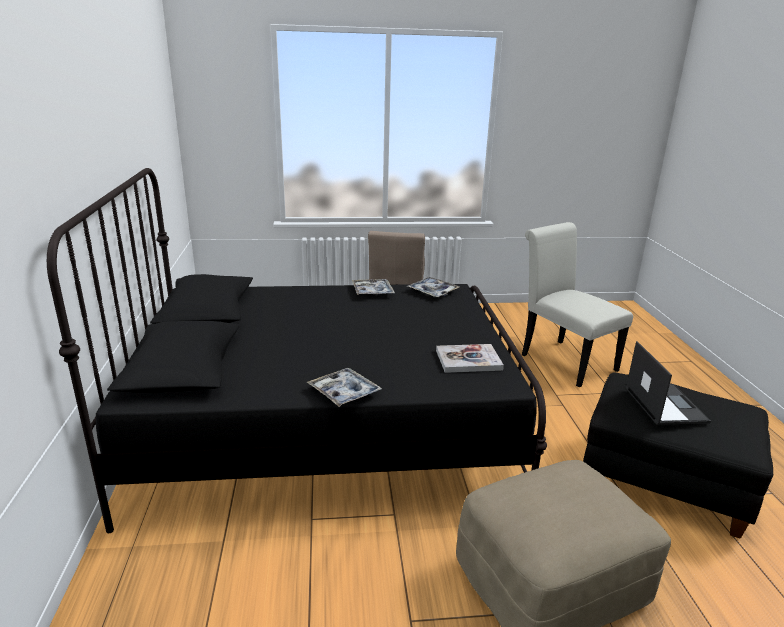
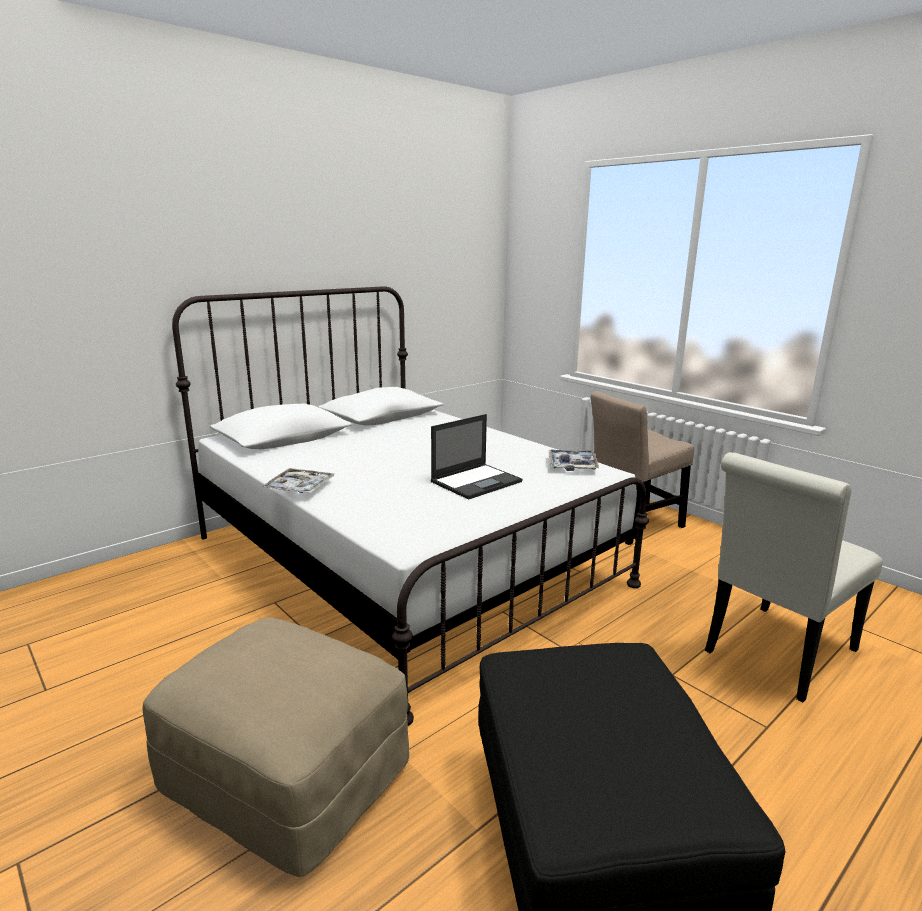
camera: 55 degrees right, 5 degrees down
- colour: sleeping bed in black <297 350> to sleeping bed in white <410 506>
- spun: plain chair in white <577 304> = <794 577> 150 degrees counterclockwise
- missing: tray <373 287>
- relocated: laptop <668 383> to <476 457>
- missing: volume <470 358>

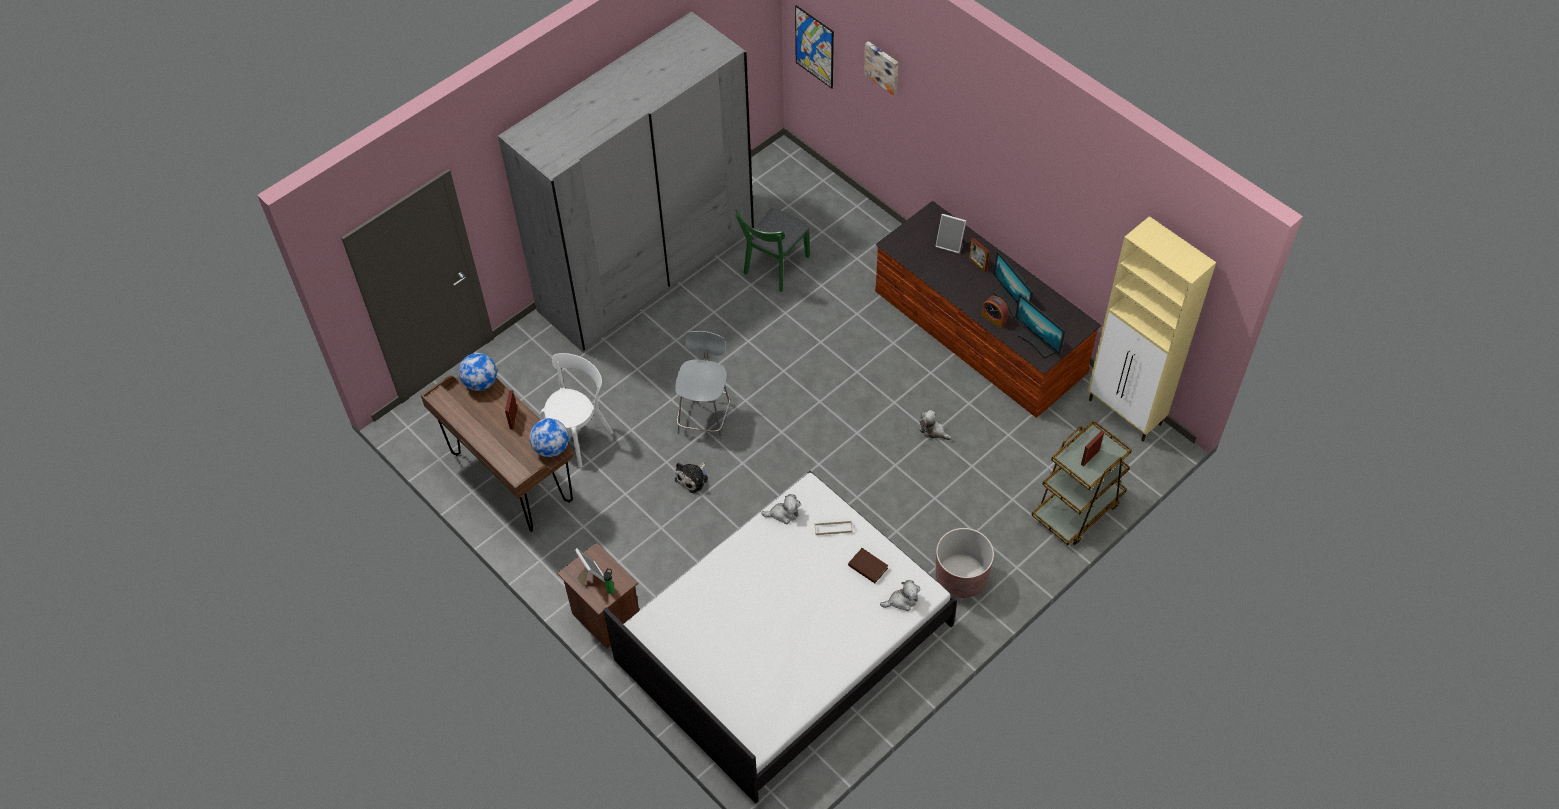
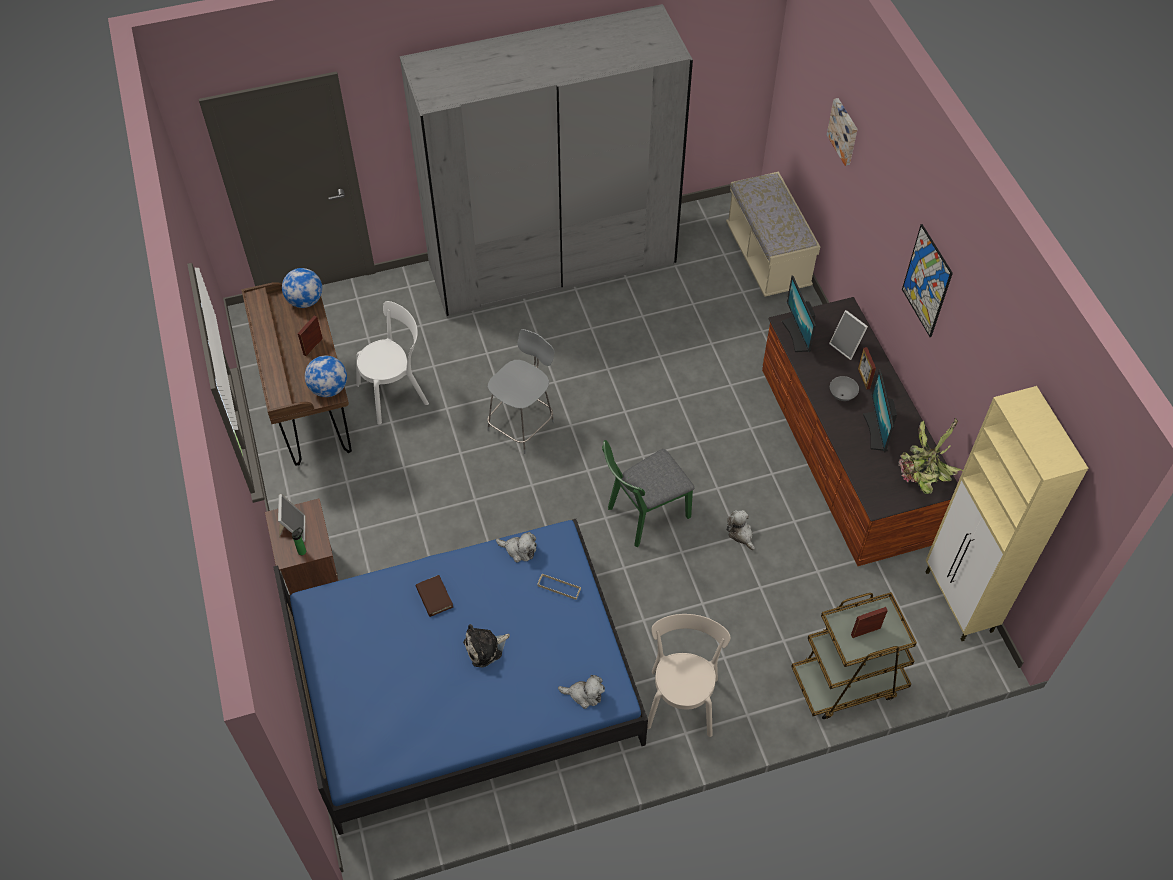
camera: 25 degrees right, 0 degrees up
- relocated: wall art <814 47> to <927 280>
- relocated: plain chair in green-coloured <772 250> to <648 493>
- relocated: computer screen <1040 326> to <799 313>
- missing: table clock <995 312>
- relocated: soft toy <691 477> to <486 645>
- colour: sleeping bed in white <780 637> to sleeping bed in blue-coloured <460 677>
- exchanged: plant pot in brown-coloured <965 563> to plain chair in sand-coloured <688 675>
- relocated: volume in brown-coloured <868 565> to <434 596>
- appeared: long seat in sand-coloured <773 234>
- appeared: deep dish in grey <844 388>
- appeared: houseplant <930 456>

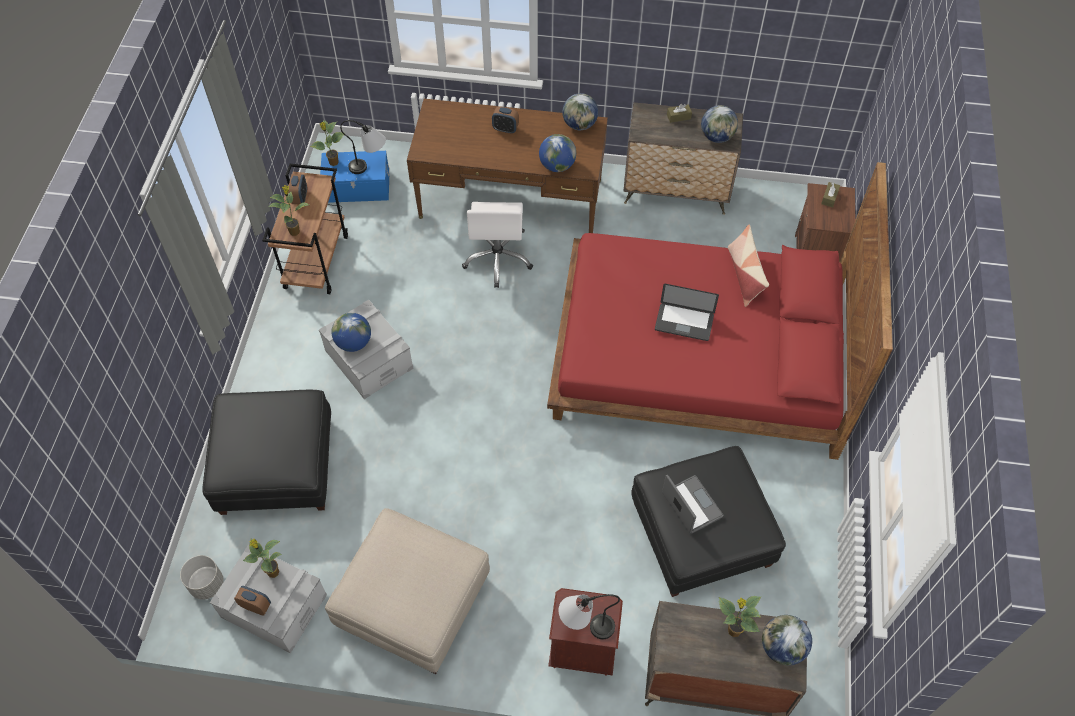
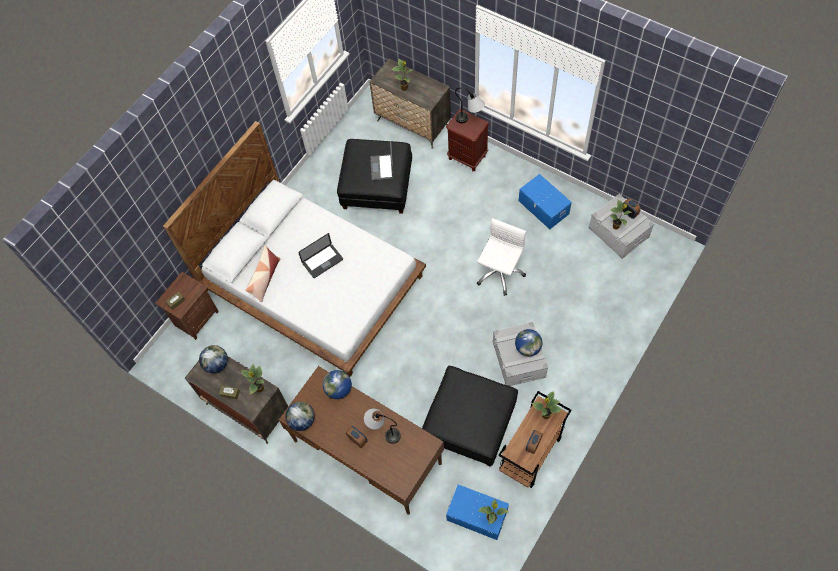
camera: 150 degrees left, 5 degrees up
- relocated: tabletop lamp <363 147> to <382 426>
- colour: sleeping bed in reddish <720 311> to sleeping bed in white <294 249>
- relocated: desk chair in white <497 245> to <501 257>
- spun: laptop <687 312> = <320 255> 105 degrees clockwise
- relocated: ottoman in black <266 452> to <470 416>
- exchanged: ottoman in sand-coloured <407 591> to storage container in blue-coloured <545 201>
- missing: plant pot in grey <202 577>
- missing: desk globe <787 640>
- appeared: houseplant <252 379>

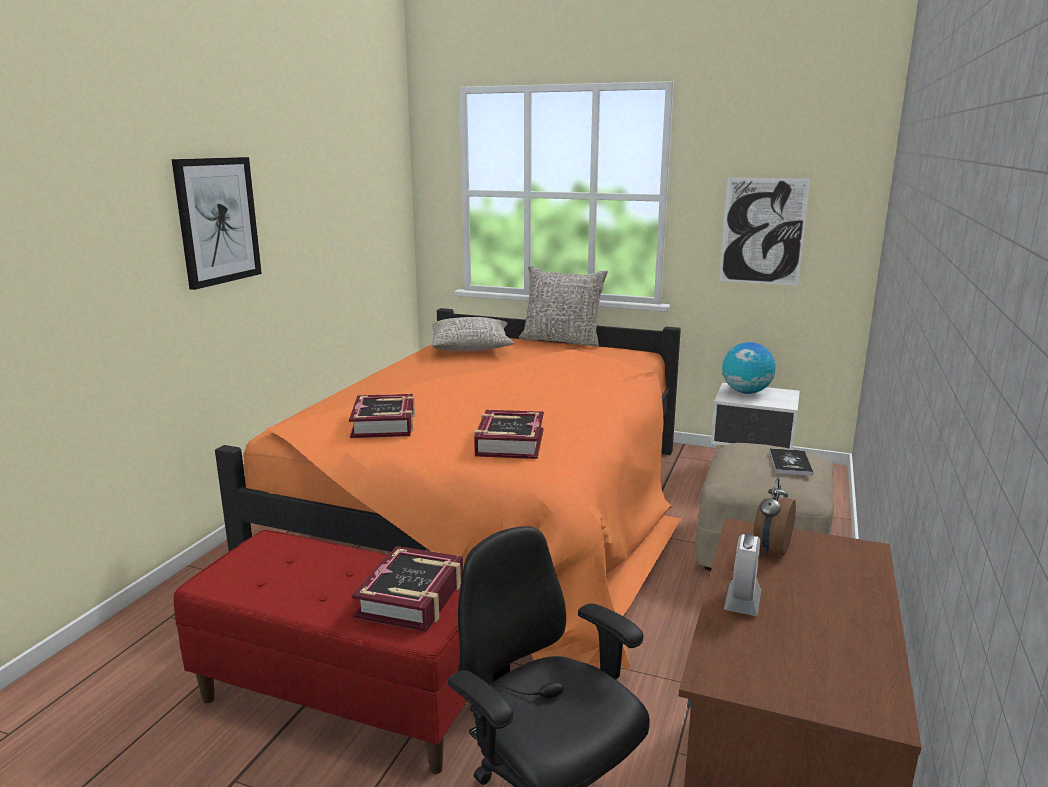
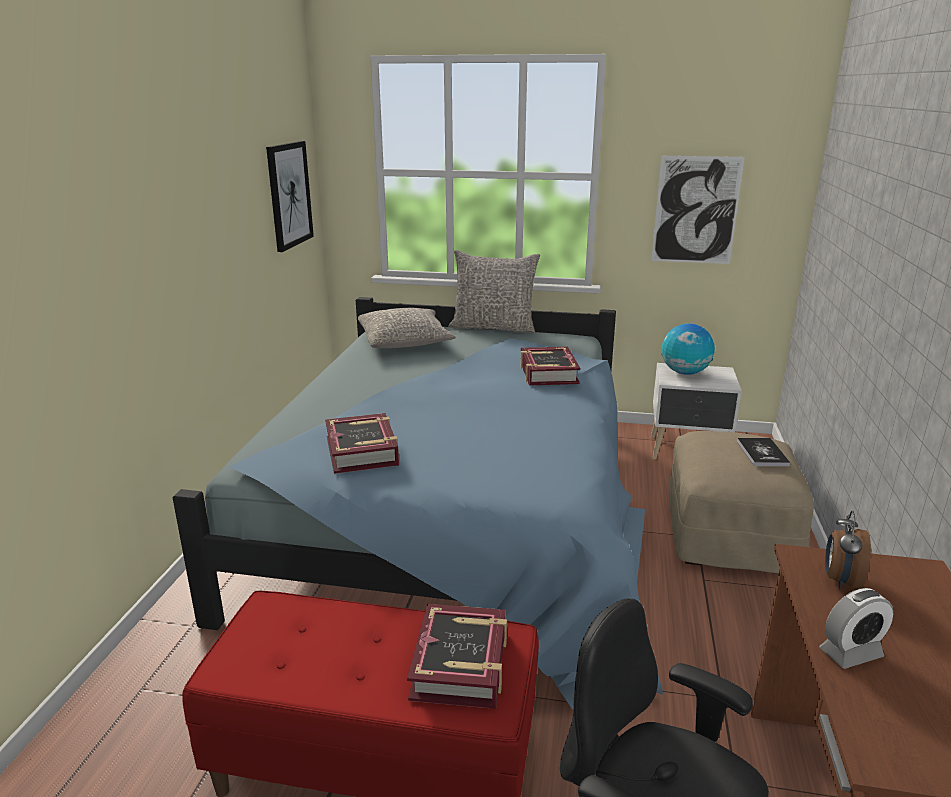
camera: 10 degrees left, 5 degrees up
- relocated: wall art <217 223> to <290 196>
- colour: sleeping bed in orange-coloured <448 490> to sleeping bed in blue-coloured <417 503>
- relocated: volume <509 434> to <550 366>
- spun: table clock <742 575> = <856 628> 120 degrees counterclockwise

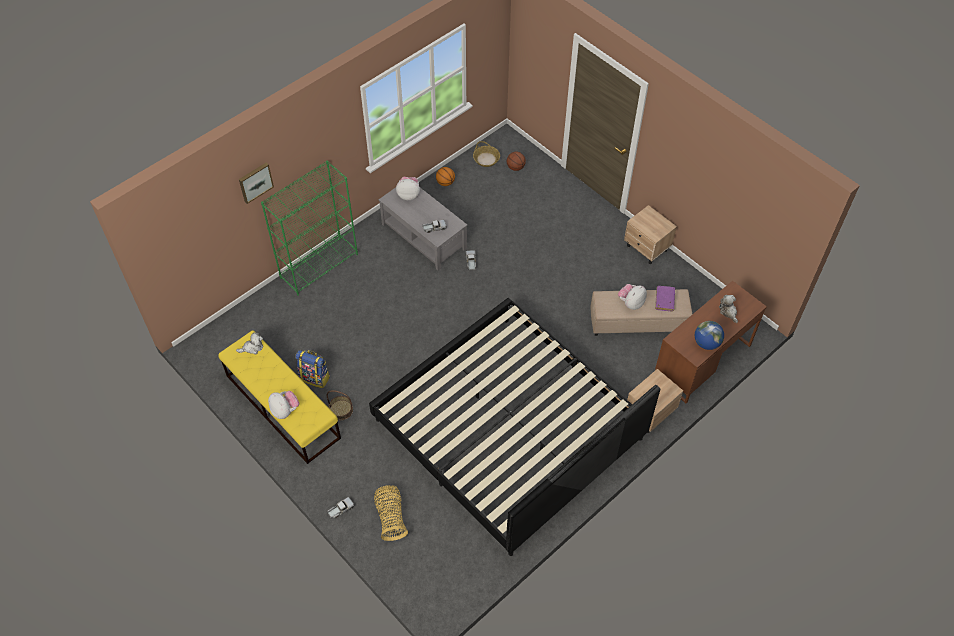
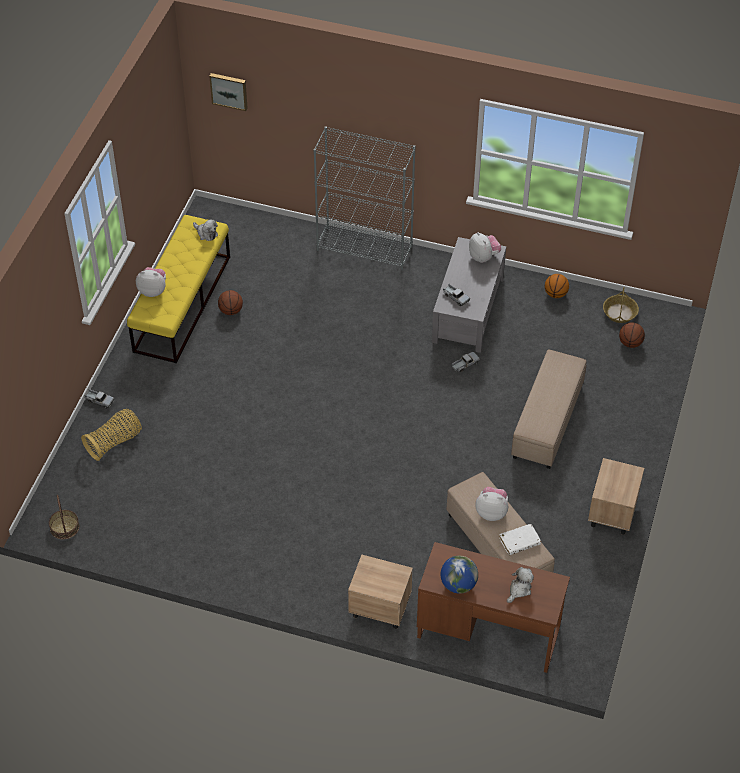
camera: 60 degrees right, 5 degrees down
- colour: bookshelf in green-coloured <309 228> to bookshelf in grey <364 198>
- relocated: wall art <256 183> to <228 92>
- colour: volume in purple <665 298> to volume in white <520 539>
- missing: sleeping bed <514 427>
- exchanged: rucksack <312 369> to ball for basketball <230 302>
- relocated: household basket <340 405> to <64 517>
- spun: soft toy <283 405> = <151 282> 105 degrees counterclockwise
- appeared: ottoman in sand-coloured <549 409>

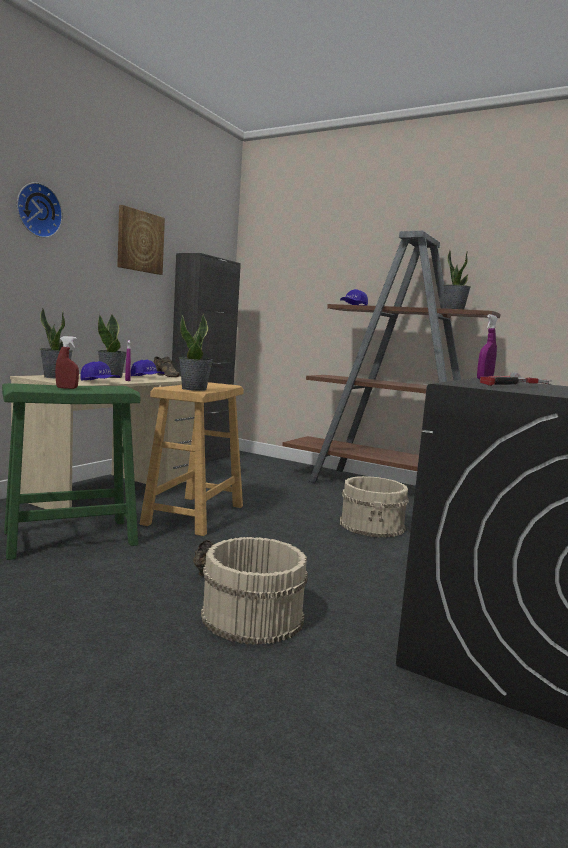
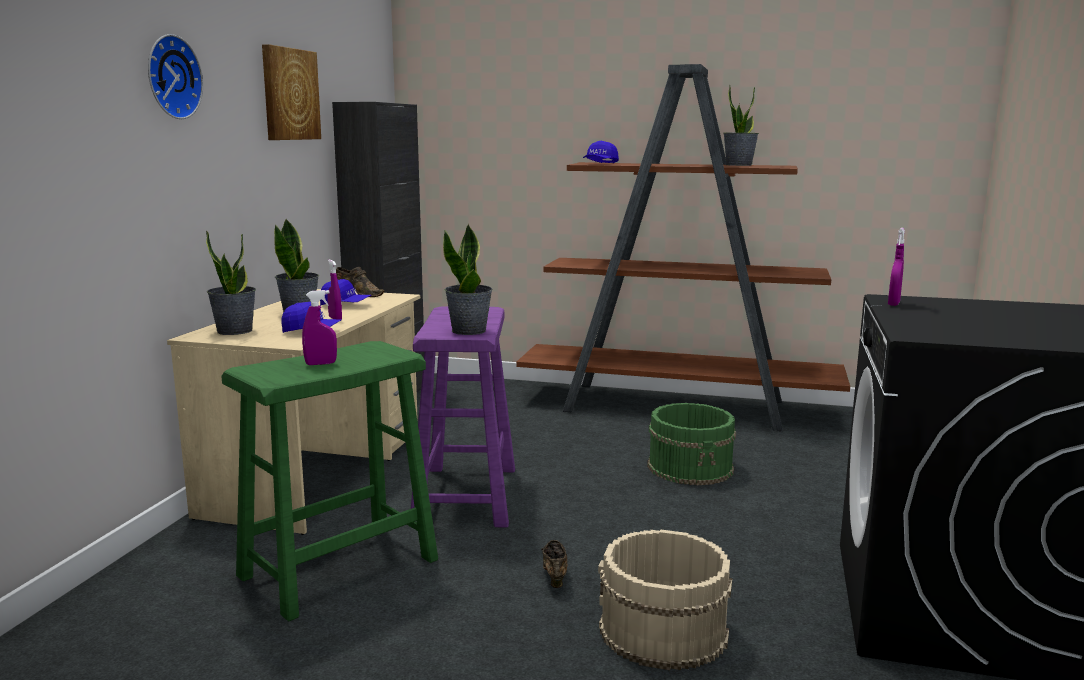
camera: 15 degrees left, 5 degrees up
- colour: sprayer in reddish <67 362> to sprayer in purple <319 327>
- missing: hammer <516 379>
- colour: stool in sand-coloured <192 459> to stool in purple <463 417>
- colour: water bucket in sand-coloured <374 507> to water bucket in green-coloured <691 444>

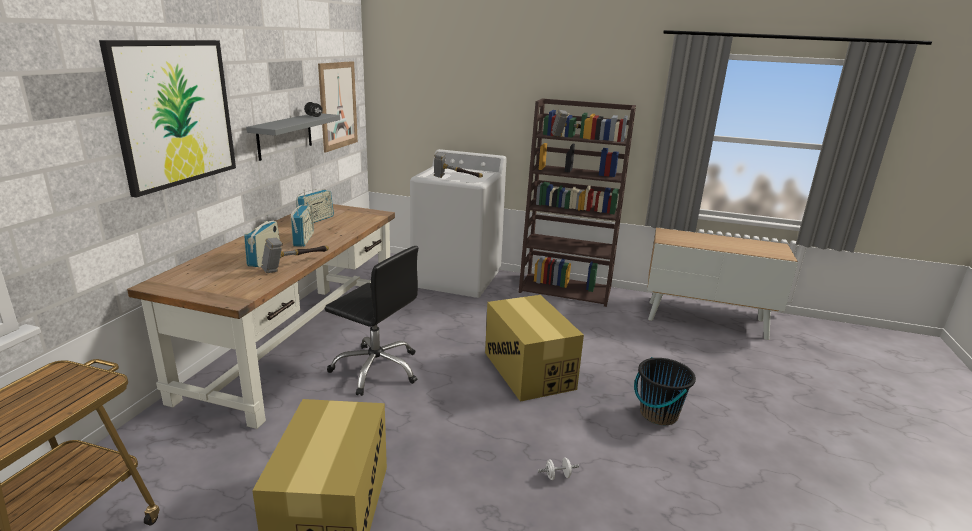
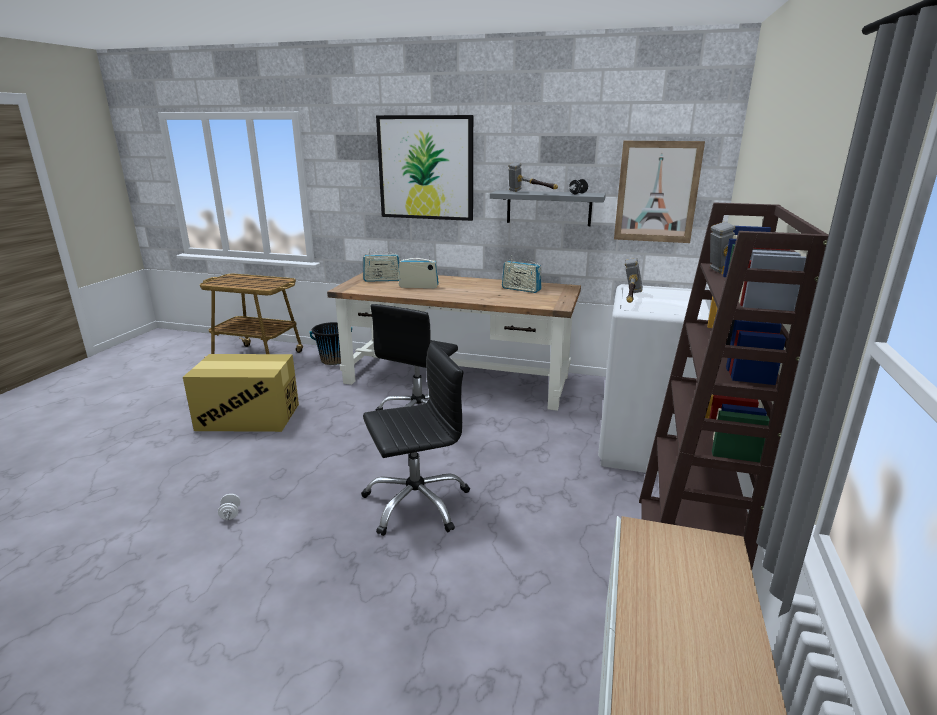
camera: 90 degrees right, 0 degrees up
- relocated: radio set <302 226> to <381 265>
- relocated: hammer <295 255> to <533 177>
- exchanged: cardboard box <534 348> to desk chair in black <415 439>
- relocated: water bucket in black <665 391> to <331 343>

